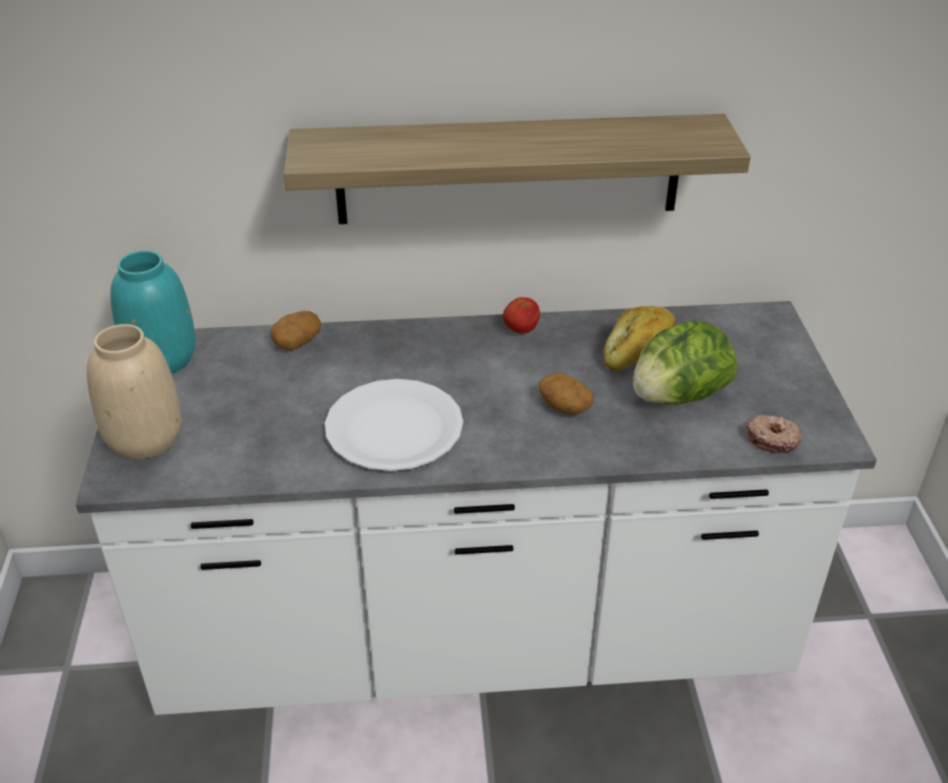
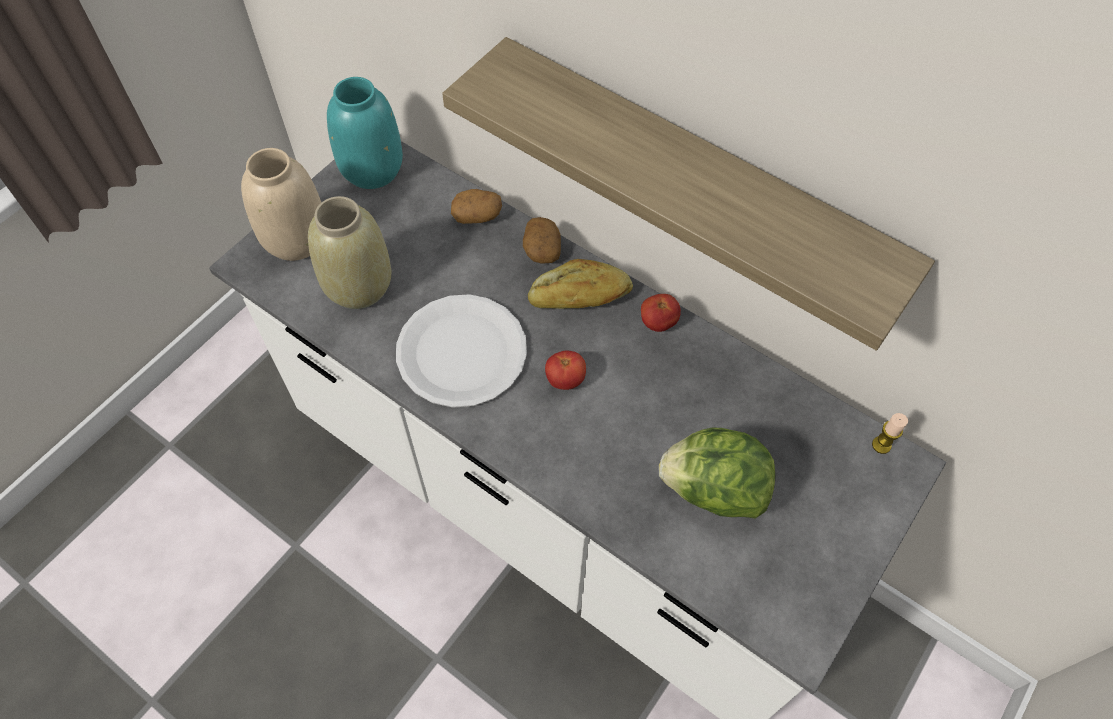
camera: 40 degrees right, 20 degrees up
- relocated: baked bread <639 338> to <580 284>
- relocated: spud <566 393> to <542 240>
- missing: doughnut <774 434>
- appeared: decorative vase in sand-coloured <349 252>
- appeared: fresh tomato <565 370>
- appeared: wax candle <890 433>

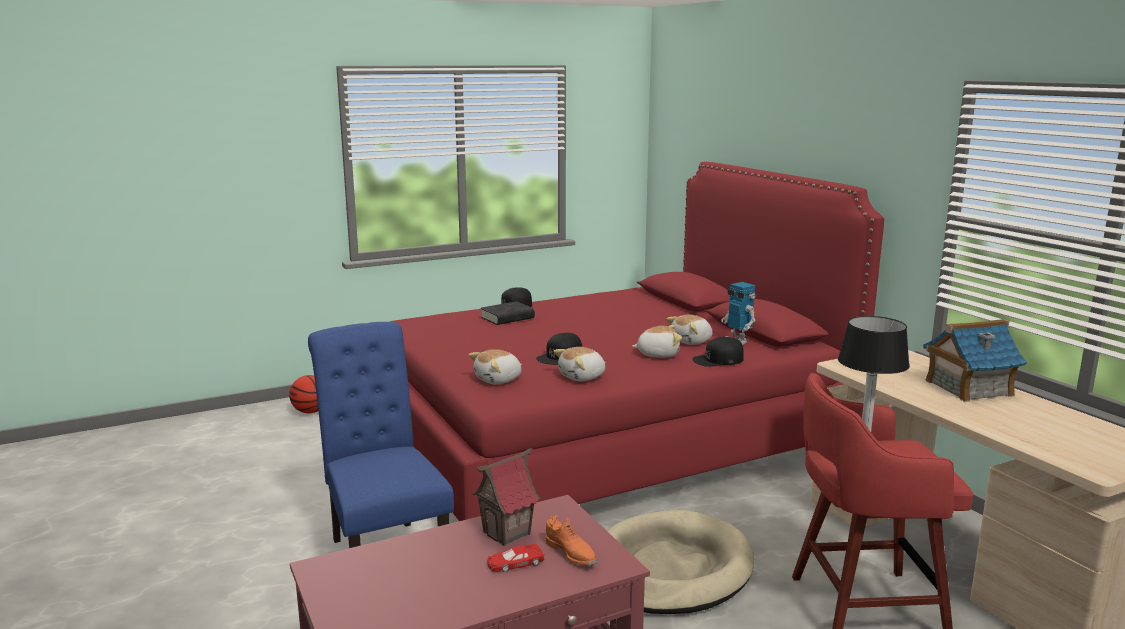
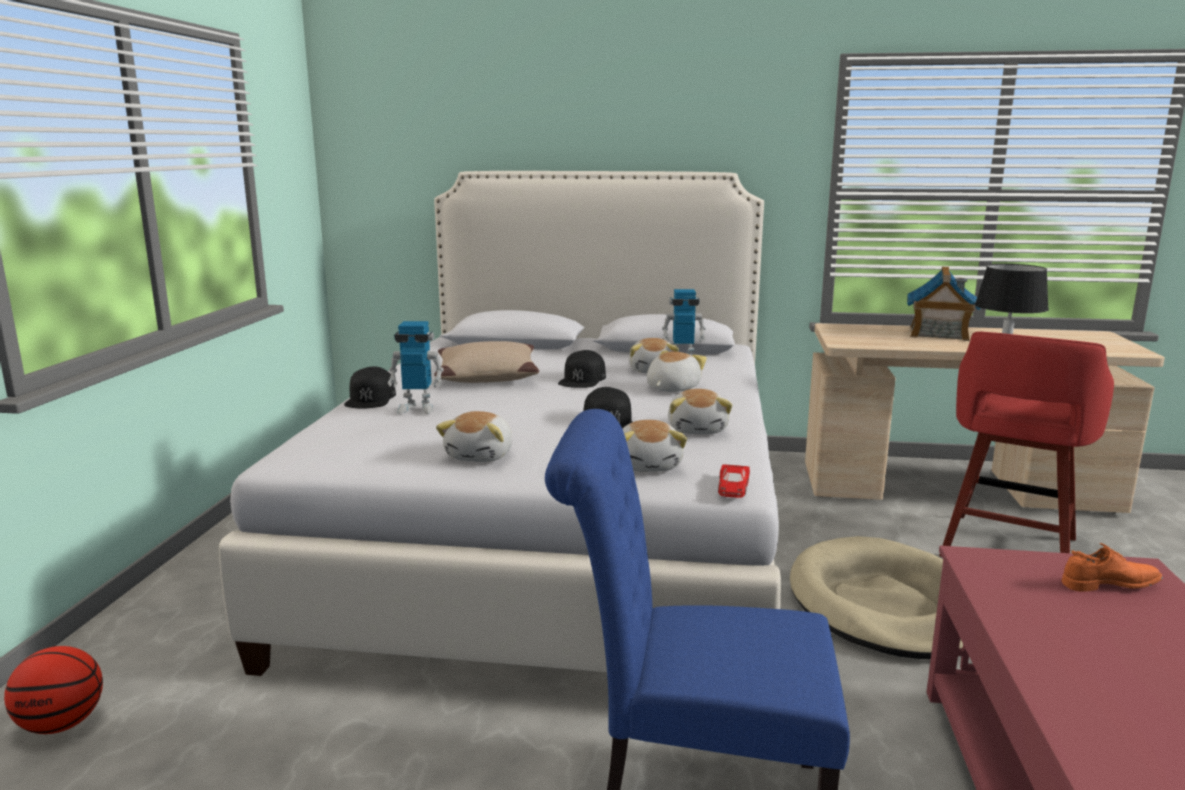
camera: 55 degrees left, 0 degrees up
- colour: sleeping bed in reddish <636 341> to sleeping bed in white <500 423>
- exchanged: volume in black <508 313> to robot figure <415 367>
- relocated: baseball cap in black <718 352> to <582 369>
- missing: toy house <506 497>
- relocated: toy car in reddish <516 558> to <734 481>
- appeared: cushion in sand-coloured <486 362>
- appeared: soft toy <474 436>

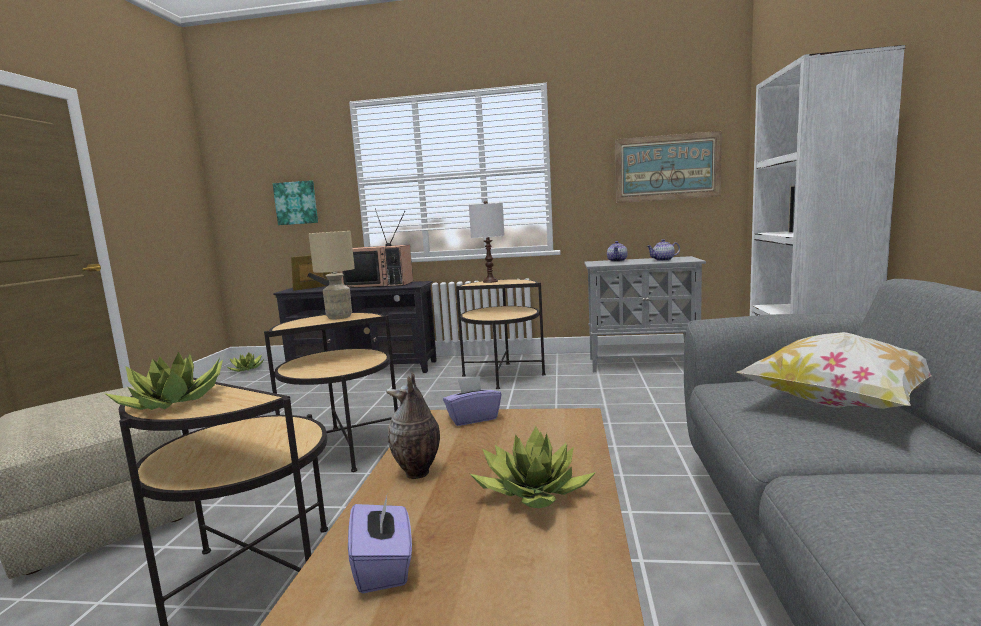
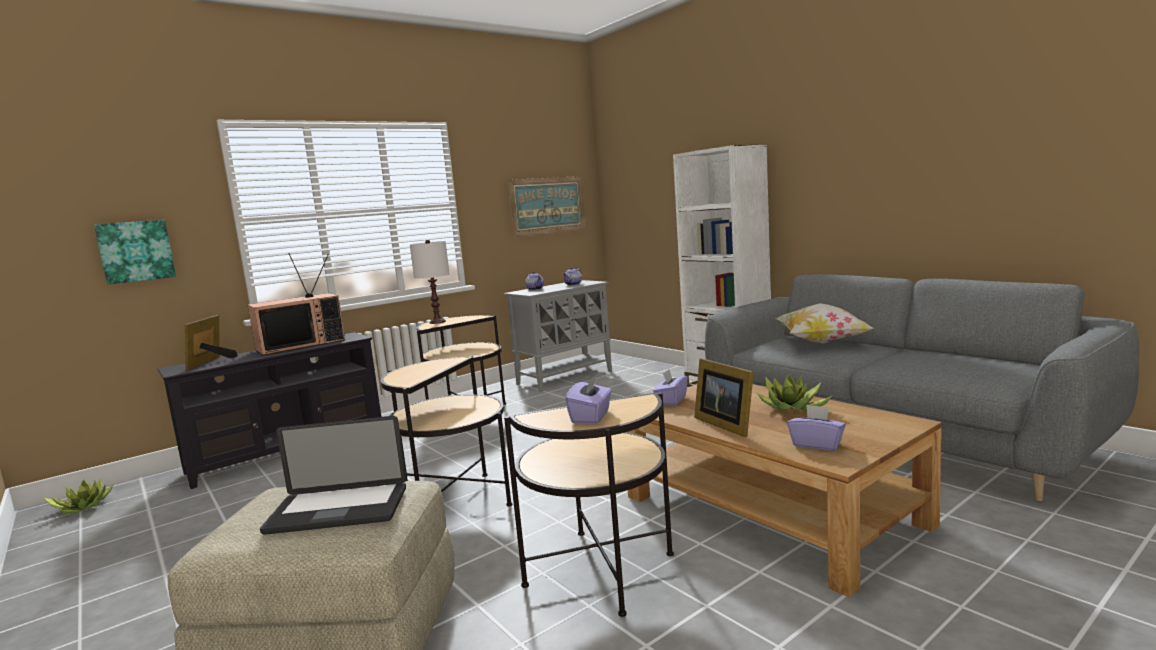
camera: 45 degrees left, 0 degrees up
- missing: tabletop lamp in sand-coloured <332 275>
- exchanged: houseplant <163 380> to tissue holder in purple <588 399>
- exchanged: decorative vase <413 425> to picture frame <724 397>
- appeared: laptop <333 475>

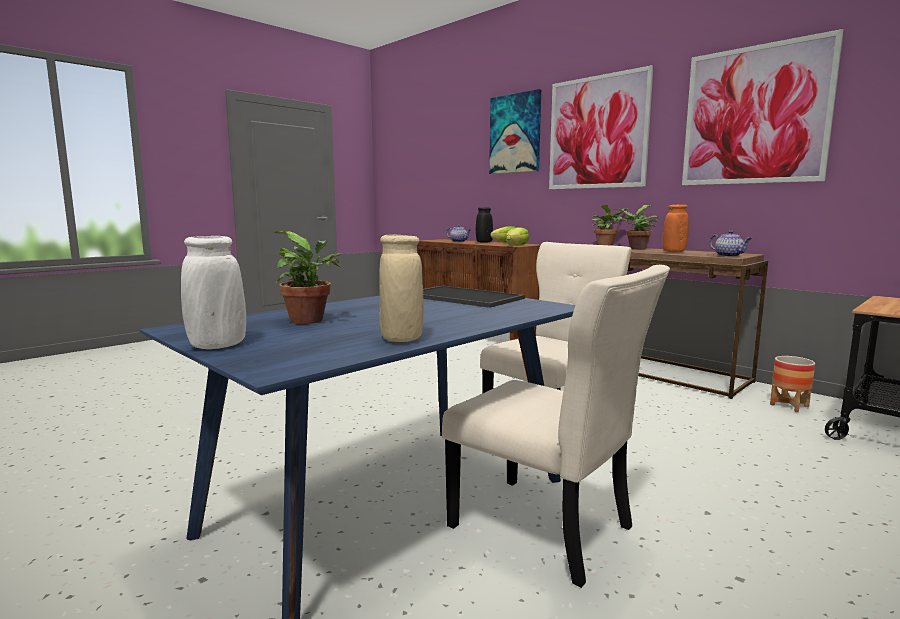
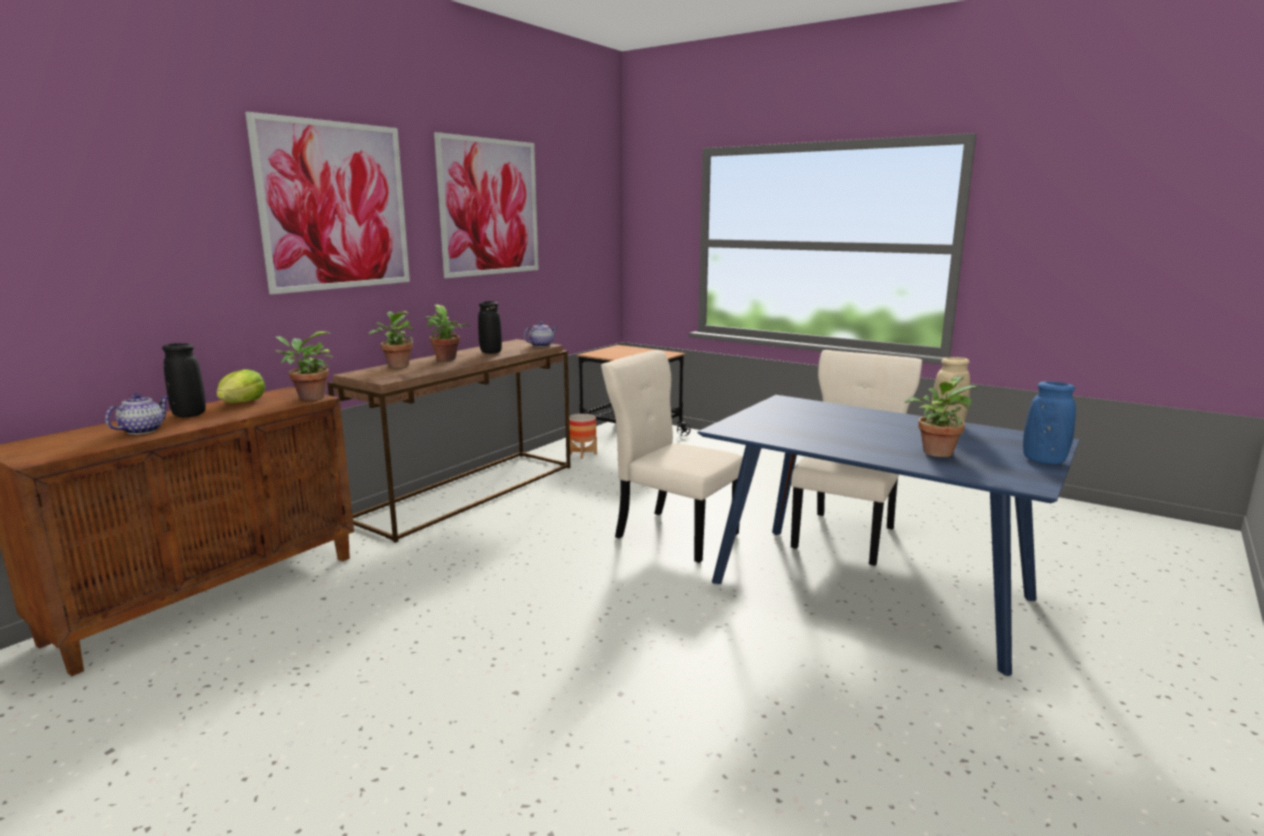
camera: 100 degrees left, 5 degrees up
- missing: wall art <515 131>
- colour: decorative vase in orange-coloured <675 228> to decorative vase in black <490 327>
- exchanged: lettuce head <517 236> to houseplant <304 365>
- colour: decorative vase in white <213 292> to decorative vase in blue-coloured <1049 422>
- missing: tray <474 297>

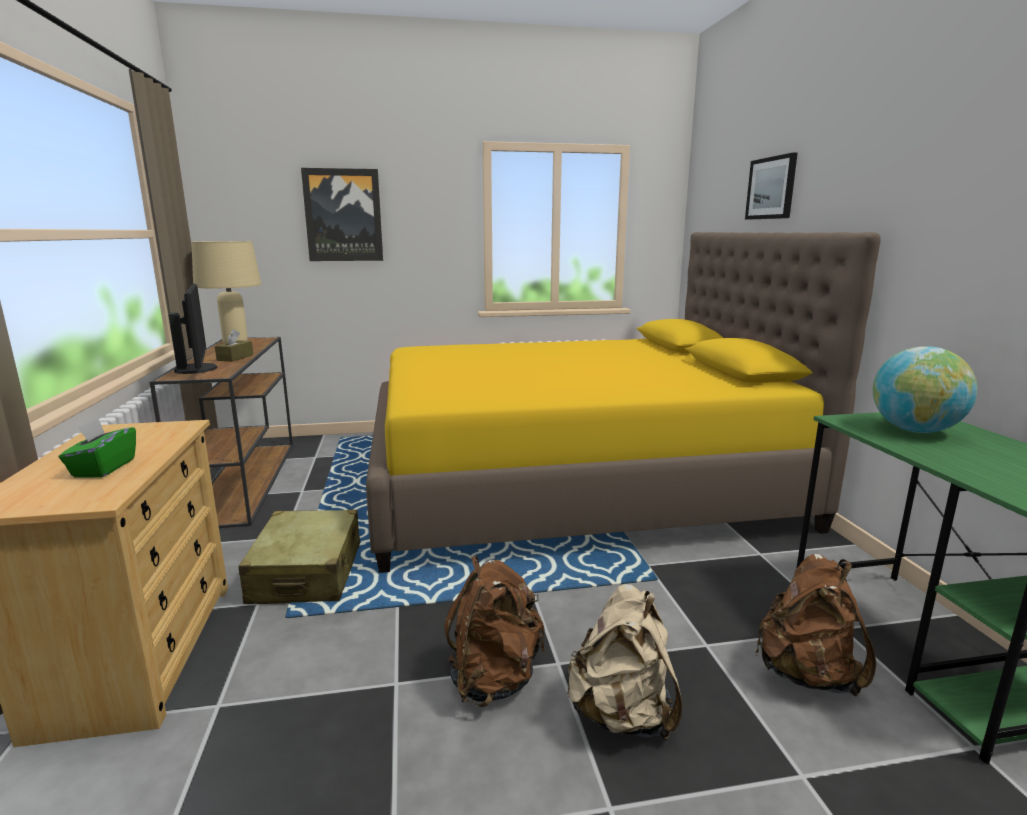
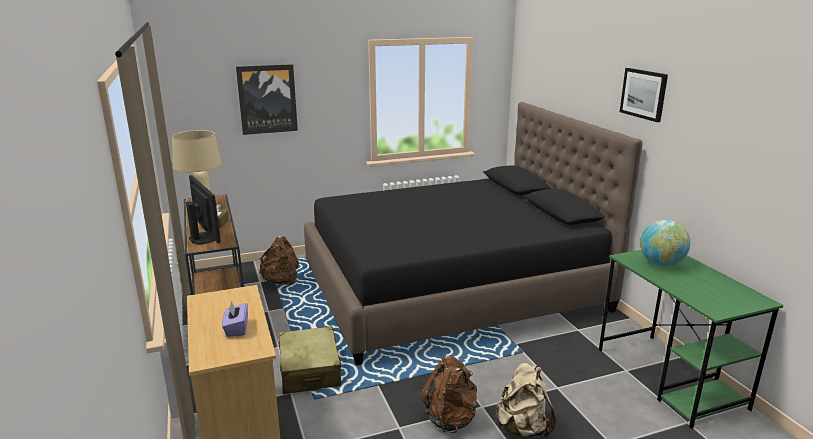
camera: 10 degrees left, 5 degrees up
- relocated: wall art <771 186> to <644 95>
- colour: sleeping bed in yellowish <623 402> to sleeping bed in black <473 233>
- colour: tissue holder in green-coloured <97 447> to tissue holder in purple <235 319>
- relocated: rucksack in brown-coloured <815 625> to <279 260>

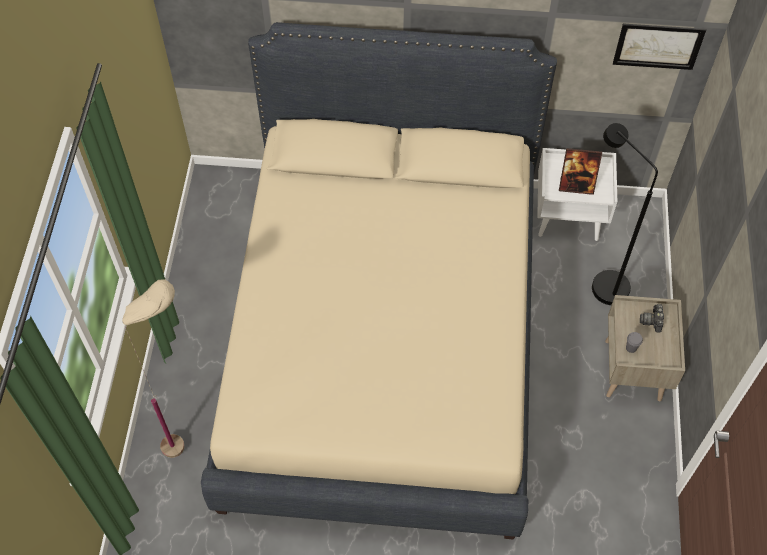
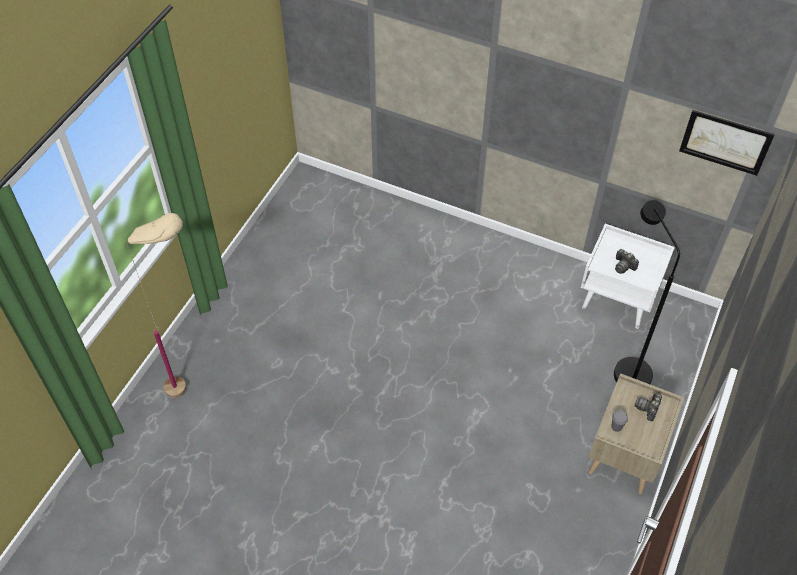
camera: 20 degrees right, 5 degrees down
- missing: sleeping bed in sand-coloured <379 280>
- exchanged: picture frame <580 171> to photo camera <627 261>

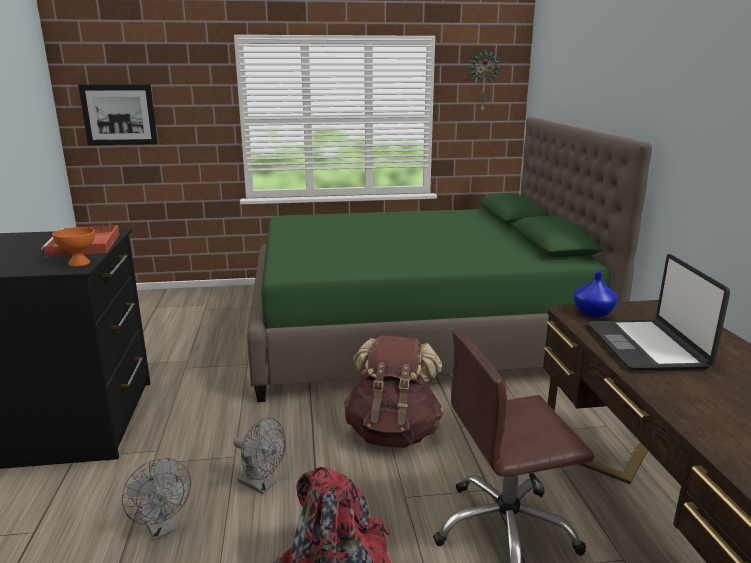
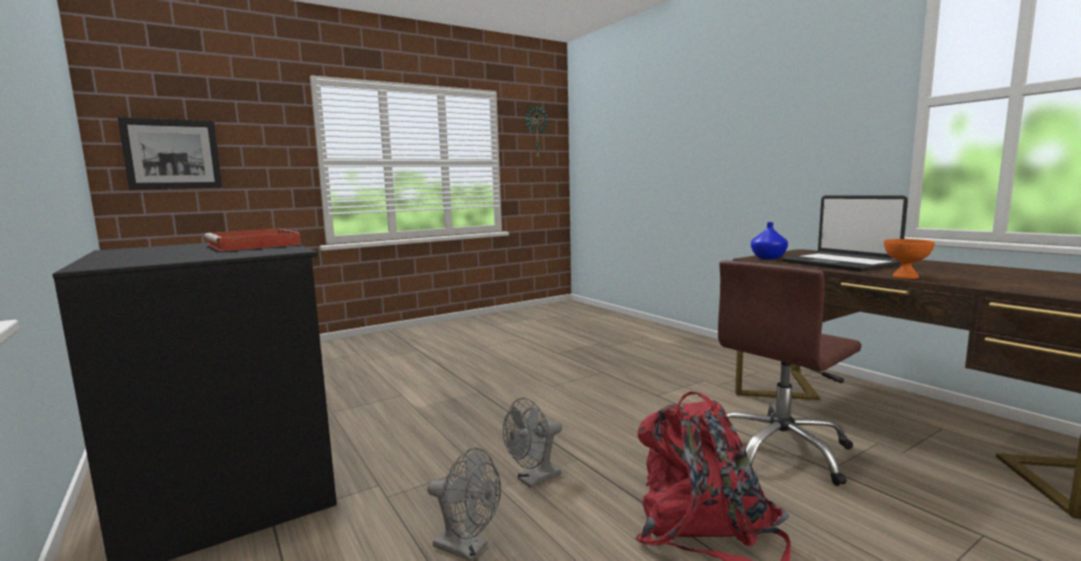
camera: 25 degrees left, 10 degrees down
- missing: sleeping bed in green-coloured <449 259>
- relocated: deep dish in orange-coloured <73 247> to <909 259>
- missing: rucksack in brown-coloured <393 391>
- spun: electric fan in grey <260 455> = <532 443> 135 degrees clockwise

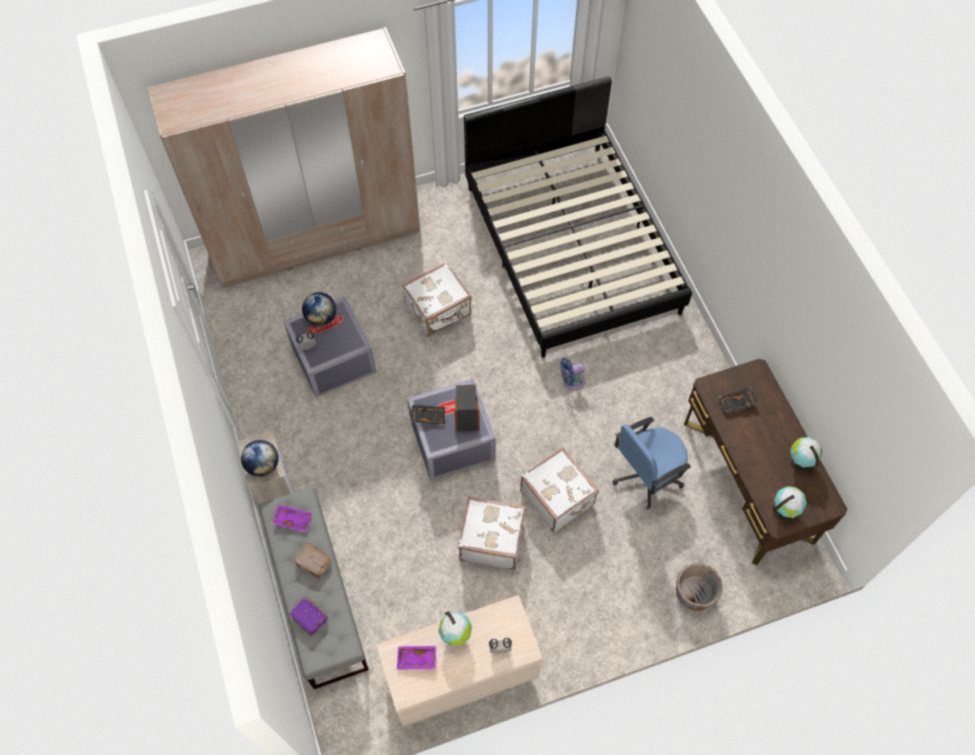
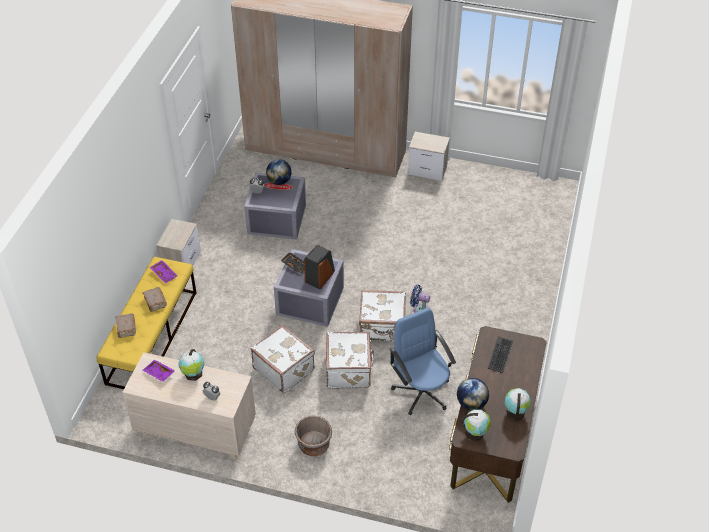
camera: 35 degrees right, 15 degrees down
- missing: sleeping bed in black <578 217>
- relocated: piece of luggage in white <436 299> to <382 316>
- exchanged: tray in black <738 400> to PC keyboard <500 354>
- spun: desk chair in blue-coloured <652 463> = <423 361> 60 degrees clockwise
- relocated: desk globe <259 458> to <473 394>
- colour: long seat in grey <313 588> to long seat in yellowish <147 323>
- relocated: plant pot in grey <699 587> to <313 436>
- colour: volume in purple <308 616> to volume in brown-coloured <125 325>
- appeared: nightstand <429 156>

